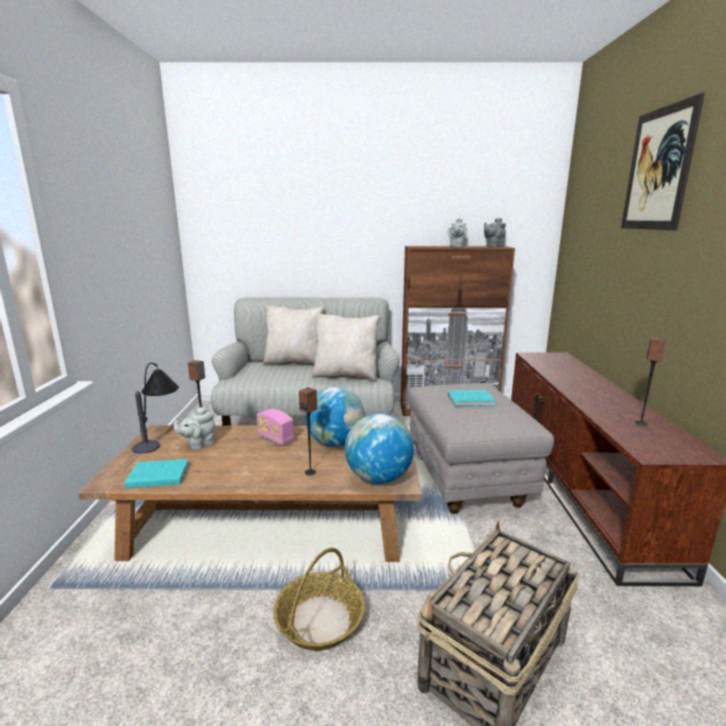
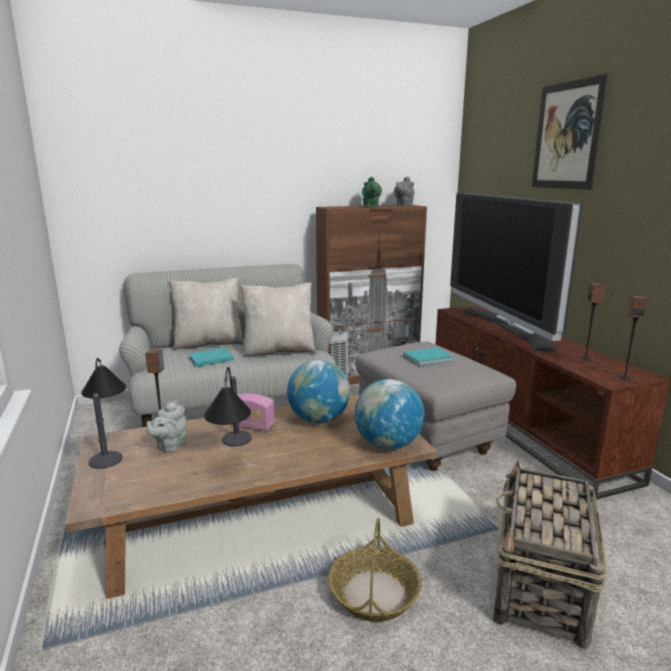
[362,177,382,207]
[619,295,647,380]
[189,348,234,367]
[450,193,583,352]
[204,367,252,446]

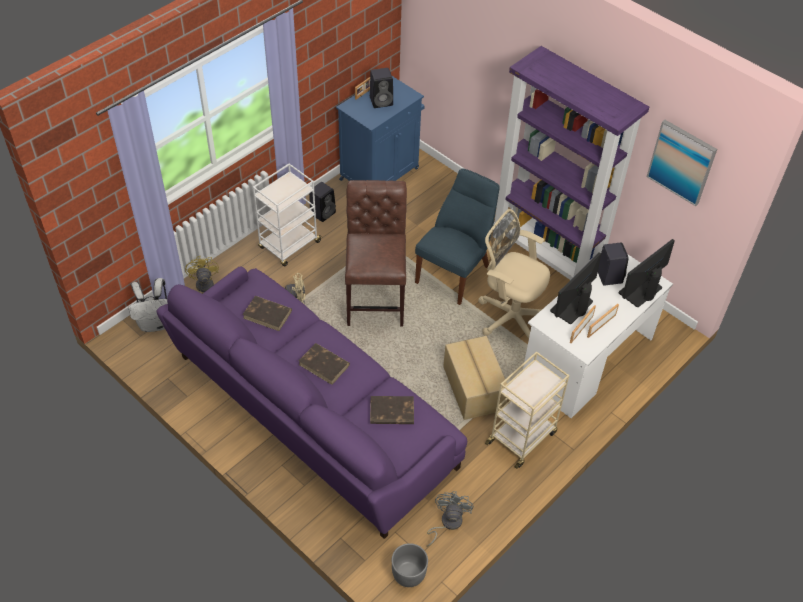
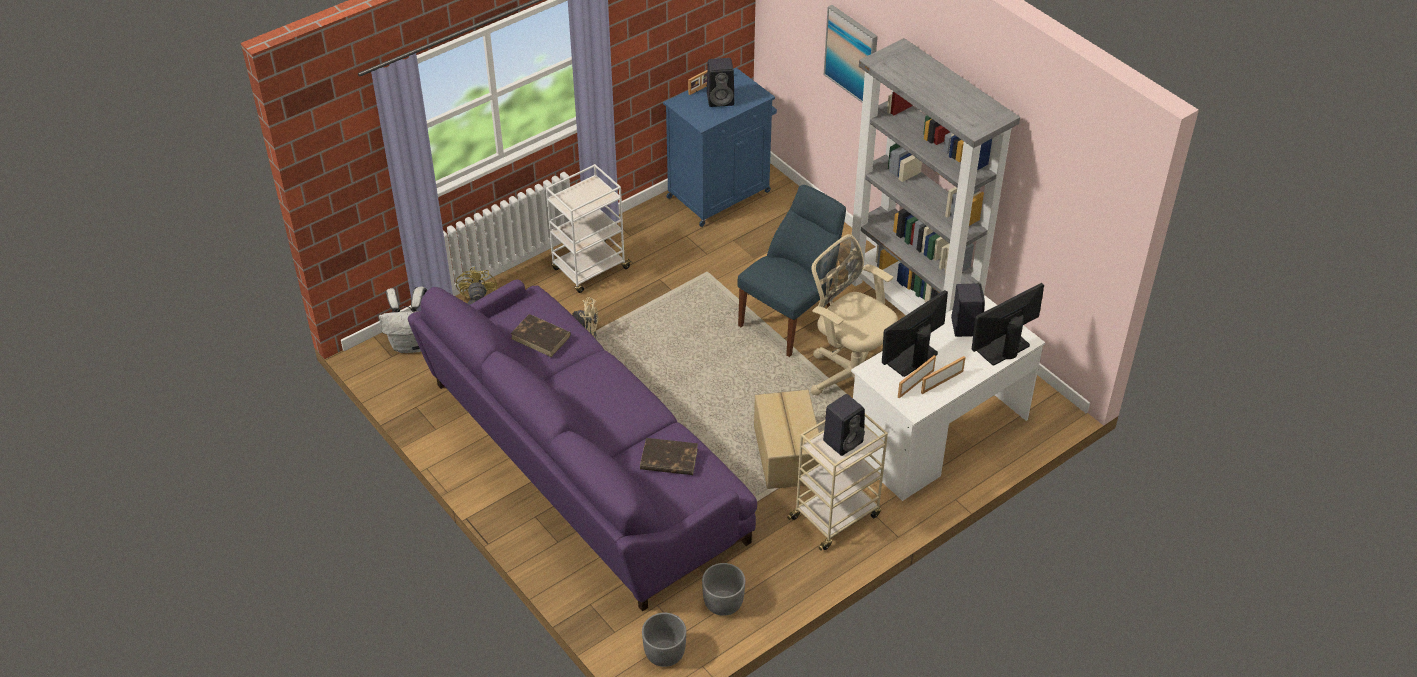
[848,38,1020,315]
[824,5,878,103]
[345,180,407,327] (first image)
[823,394,865,456]
[299,343,350,385] (first image)
[702,563,745,616]

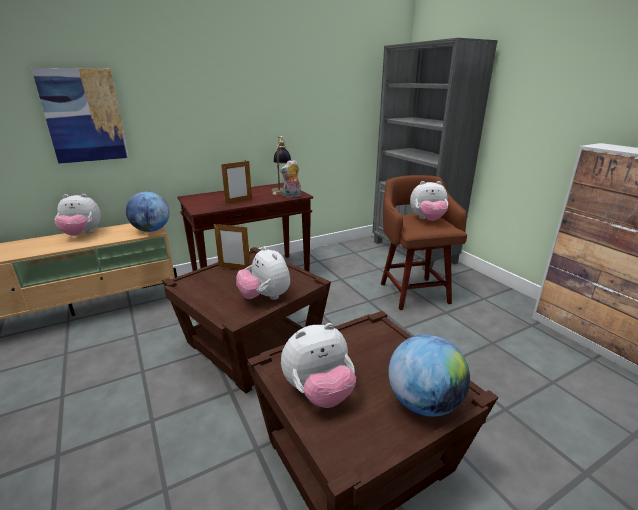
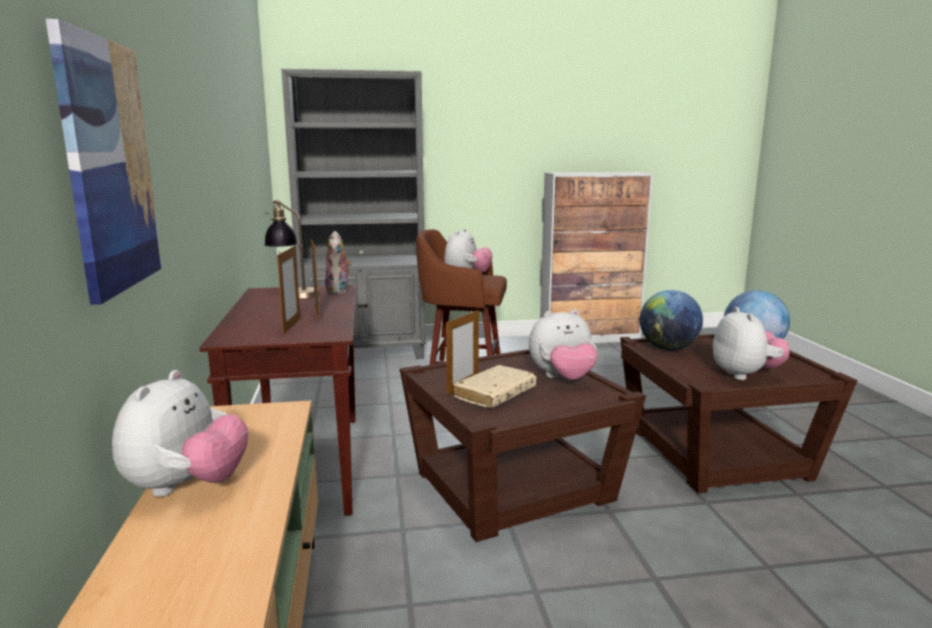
[640,290,703,350]
[277,245,300,334]
[454,365,537,408]

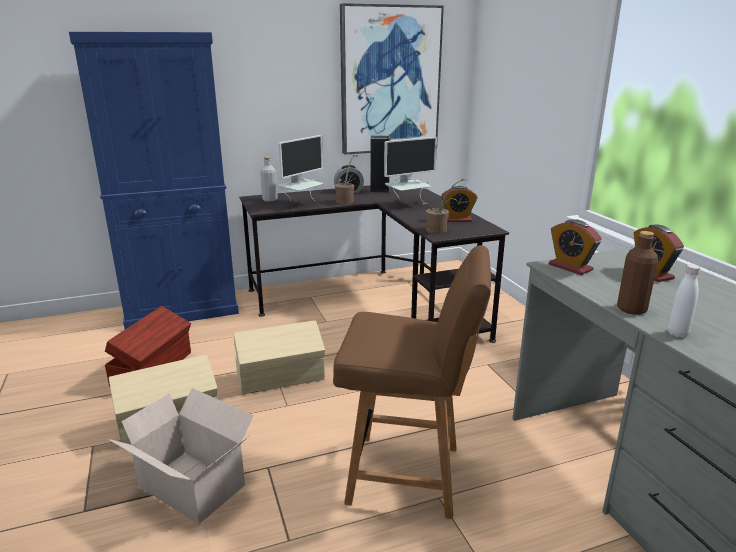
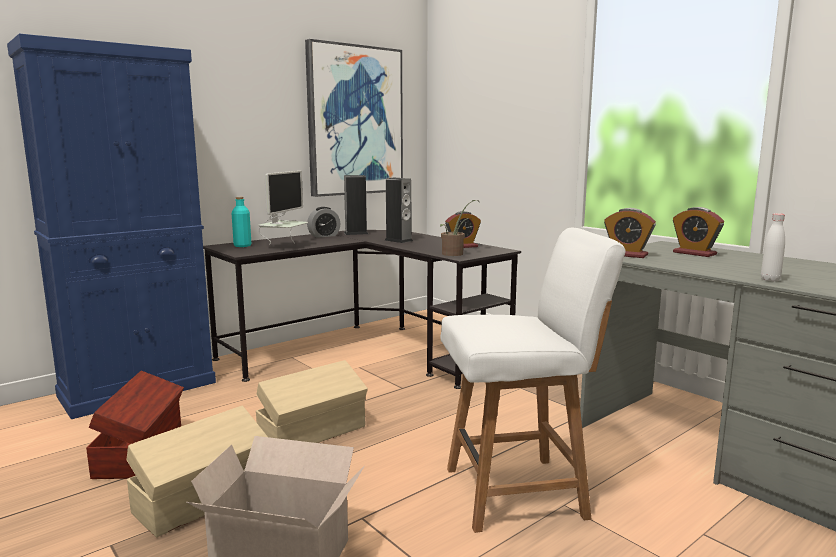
[385,178,413,243]
[335,155,361,204] (first image)
[232,197,251,247]
[617,231,658,315] (first image)
[440,228,626,533]

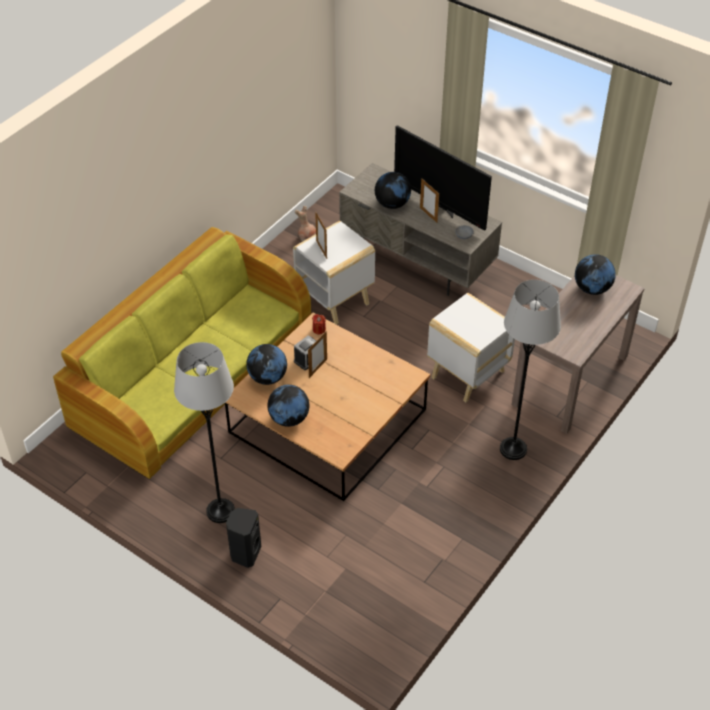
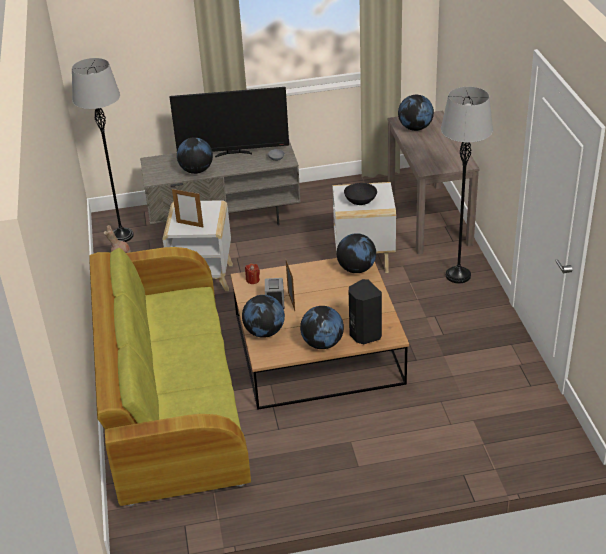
[420,178,439,223] (first image)
[72,58,134,242]
[349,279,382,344]
[344,183,377,205]
[336,233,376,273]

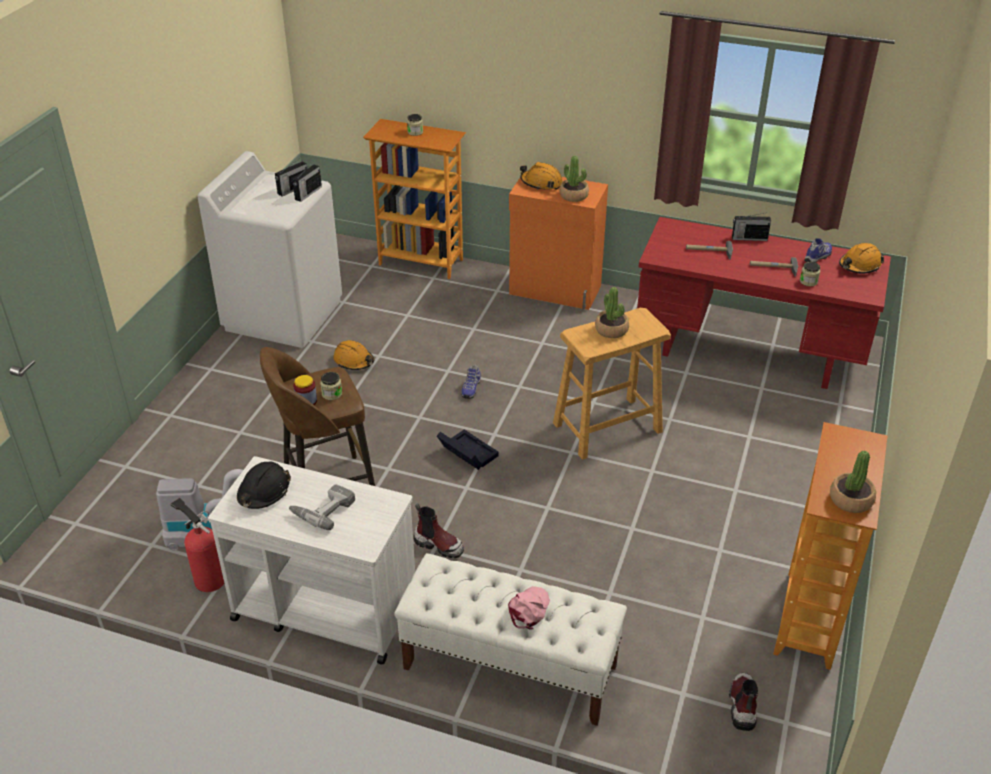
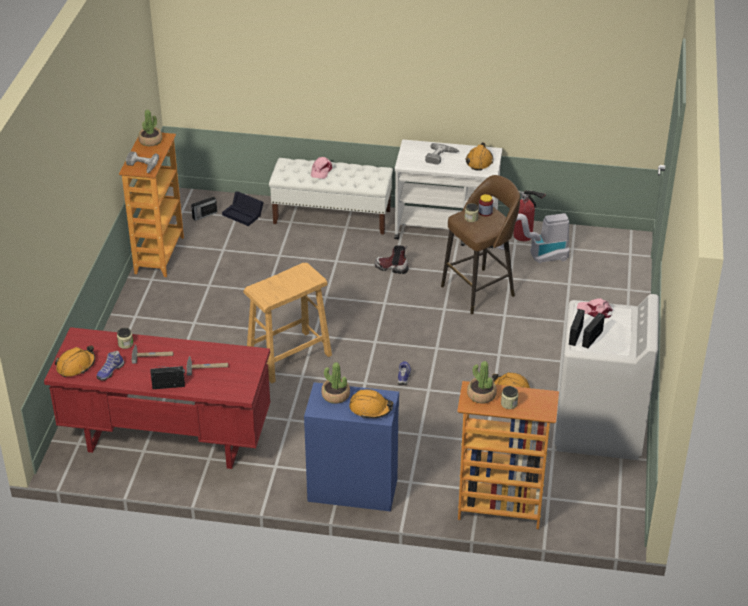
[304,382,399,512]
[467,361,497,404]
[222,191,264,226]
[465,142,493,171]
[191,197,217,221]
[126,151,159,173]
[577,298,613,318]

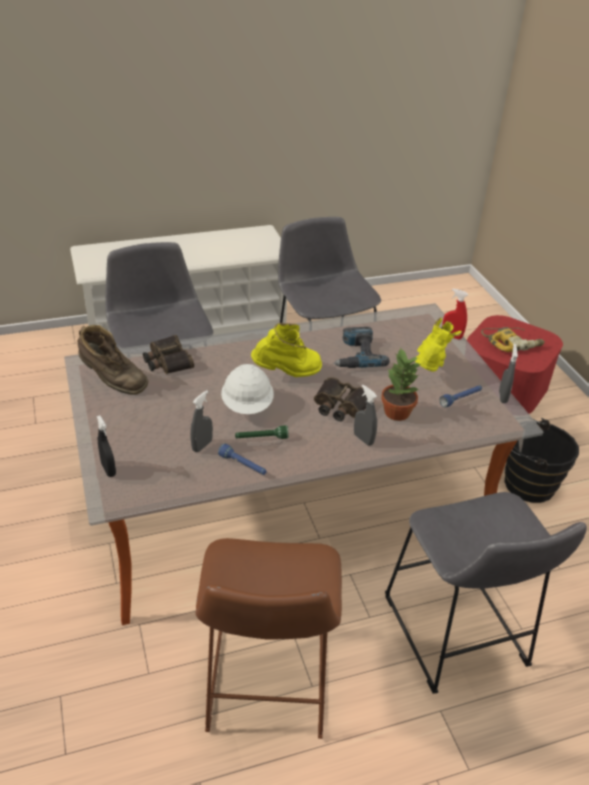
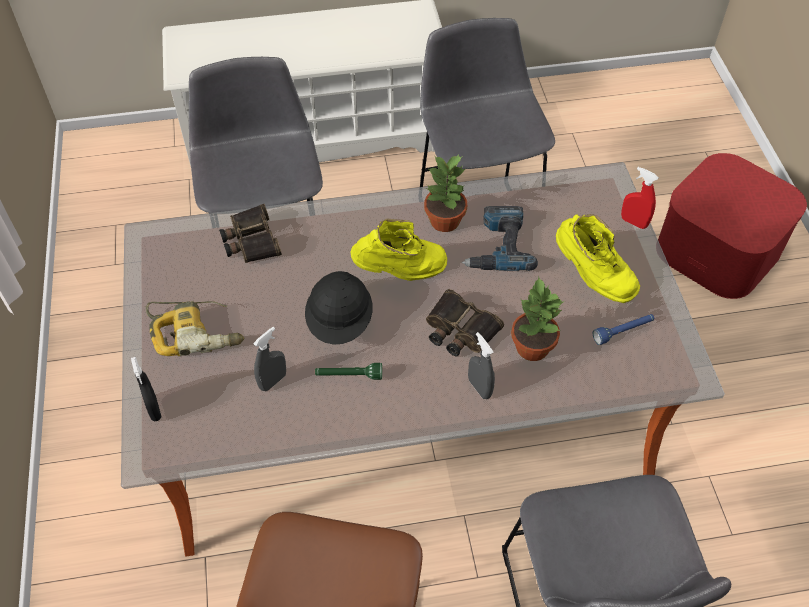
[556,214,640,303]
[78,325,148,395] (first image)
[146,301,244,356]
[499,344,518,403] (first image)
[305,271,373,345]
[505,418,579,503] (first image)
[218,443,267,475] (first image)
[424,155,467,232]

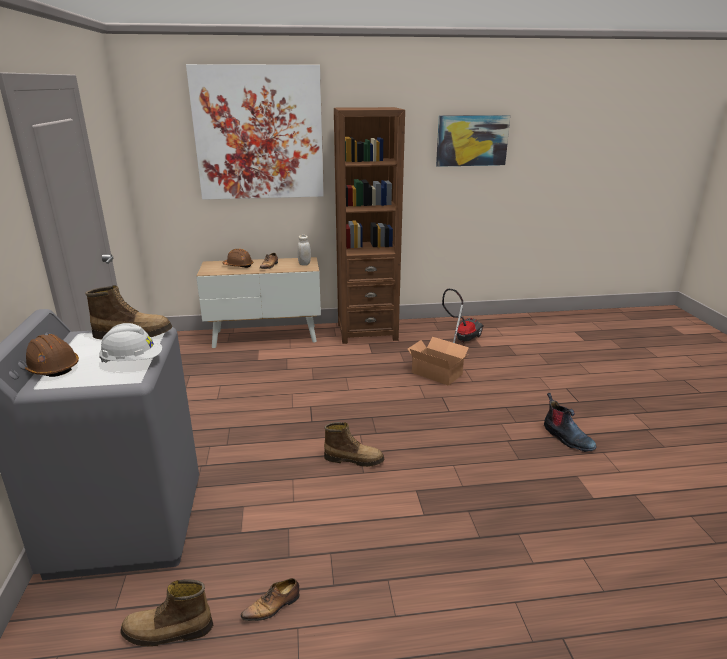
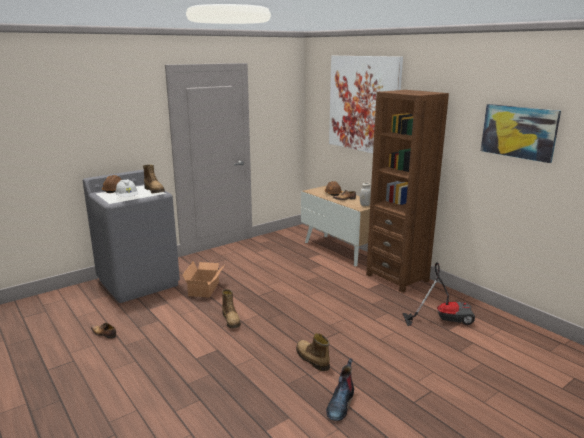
[182,261,224,298]
[296,333,330,371]

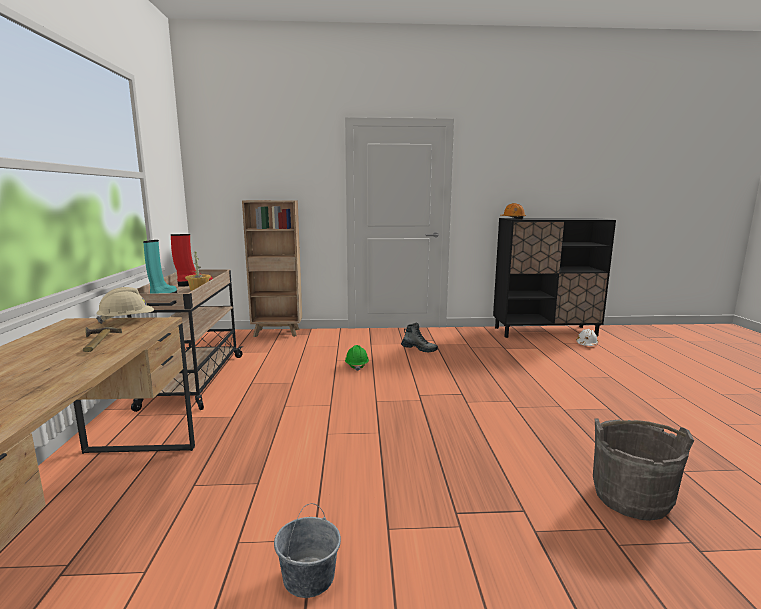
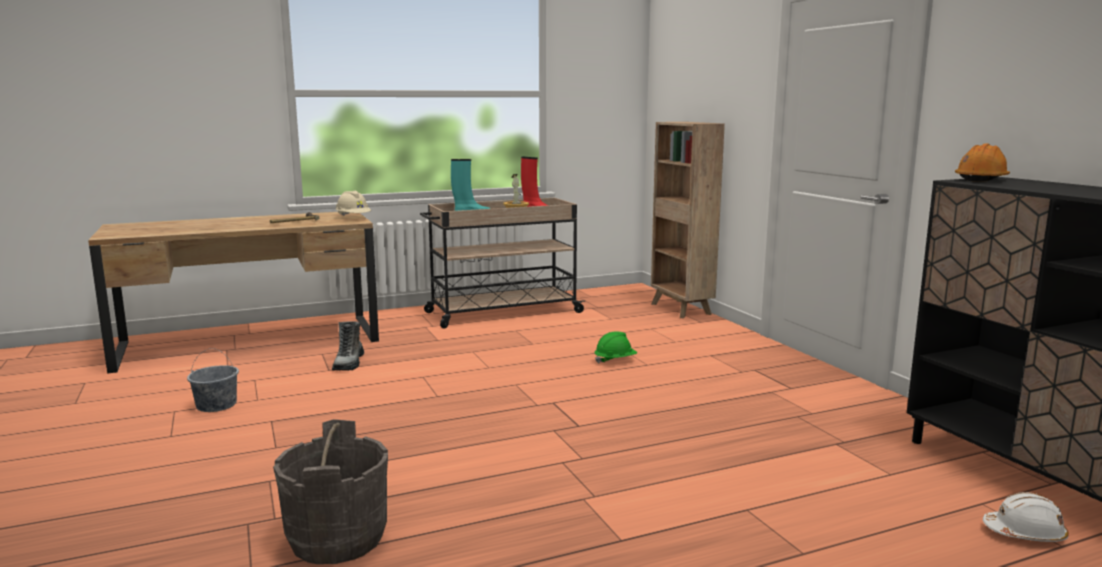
[332,321,364,371]

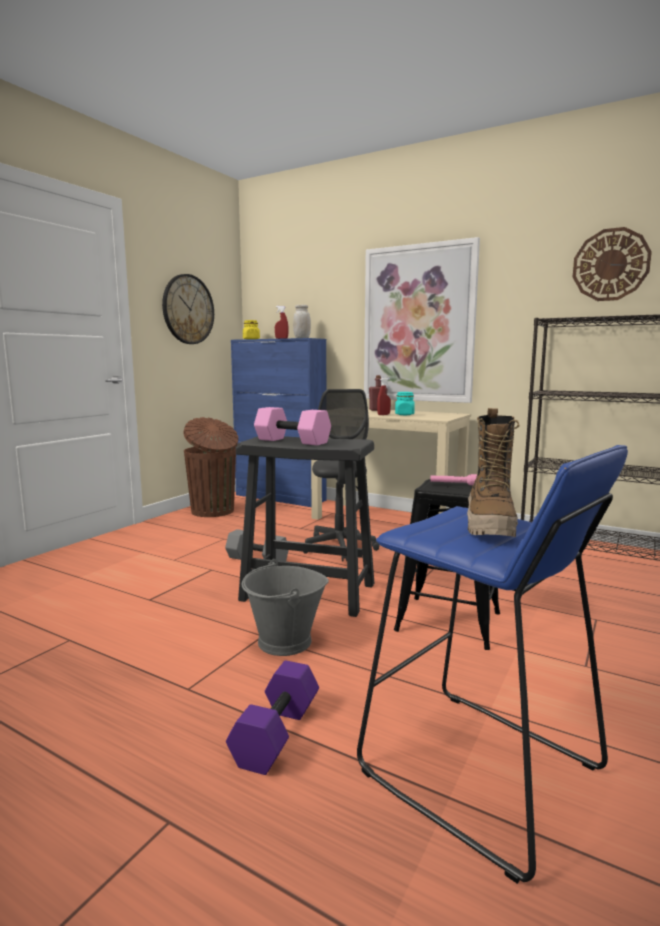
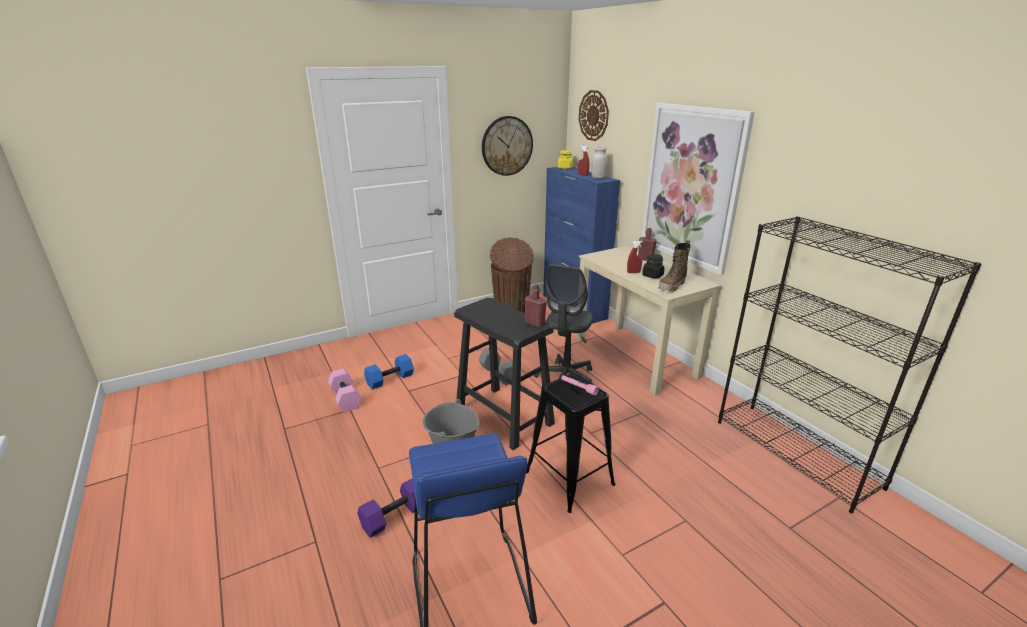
[579,90,609,141]
[642,254,665,279]
[328,369,361,412]
[659,240,691,292]
[525,284,547,328]
[364,354,414,390]

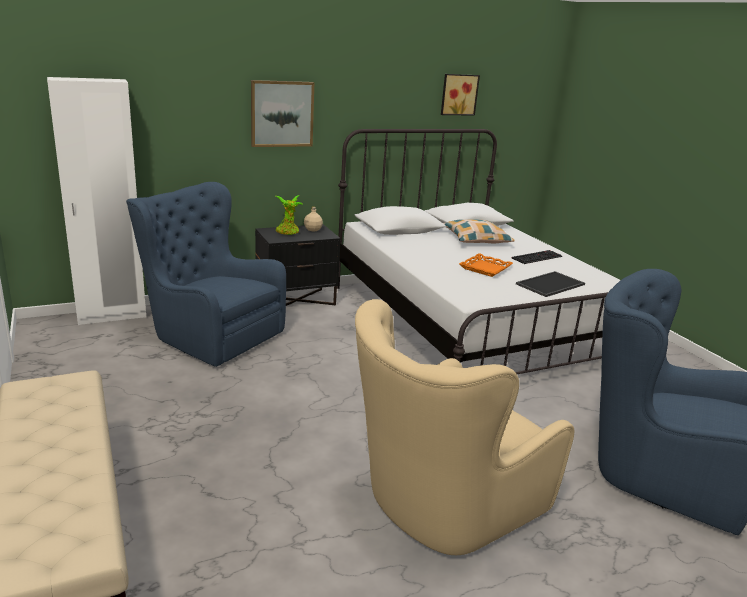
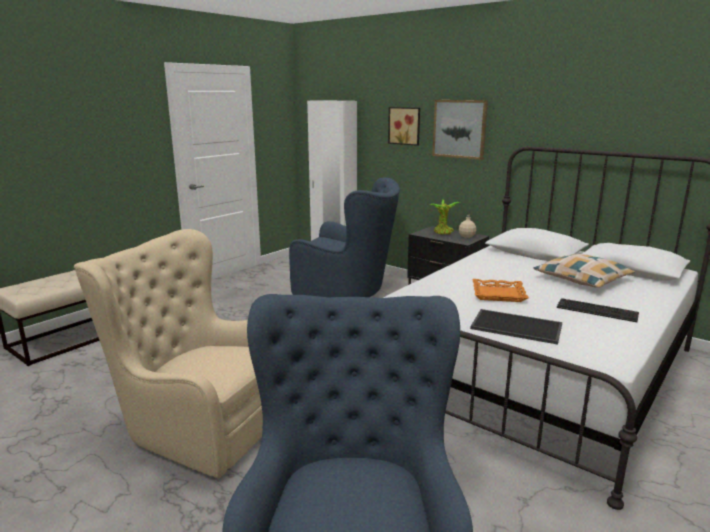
[388,107,420,146]
[289,178,400,298]

